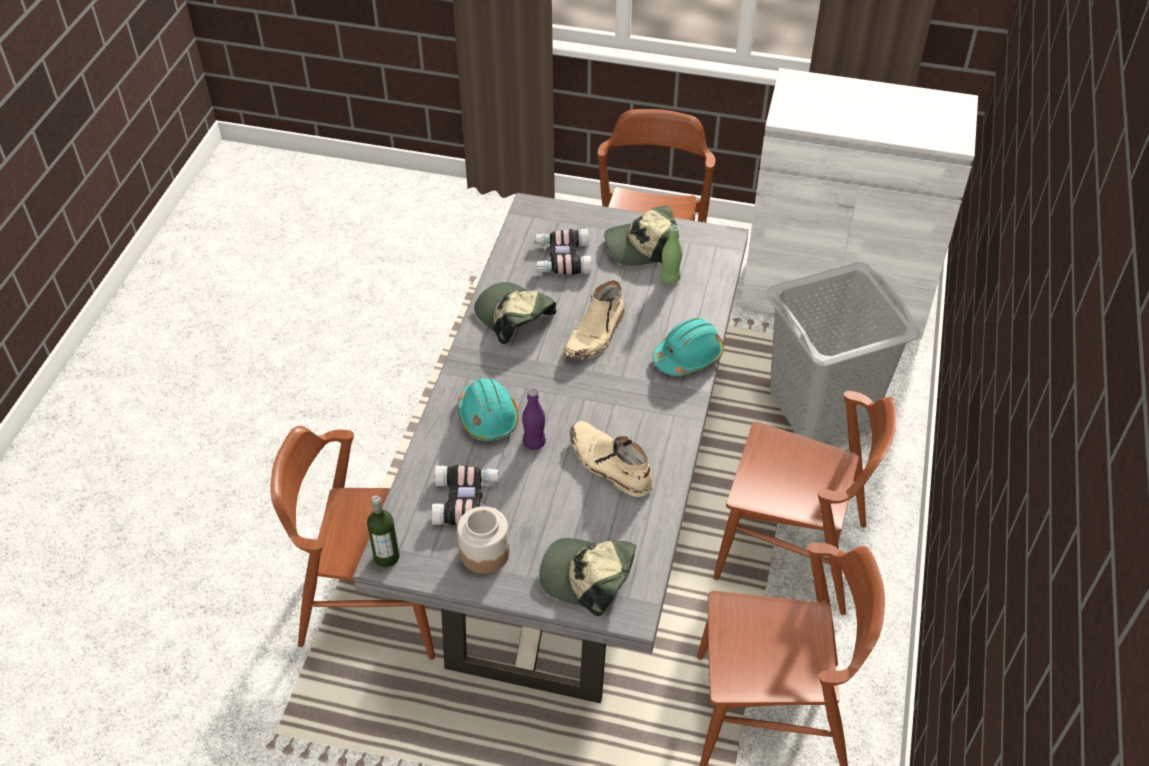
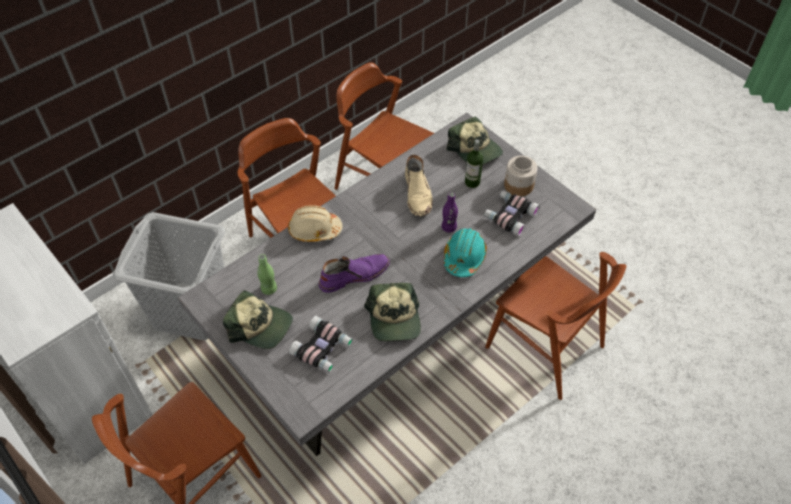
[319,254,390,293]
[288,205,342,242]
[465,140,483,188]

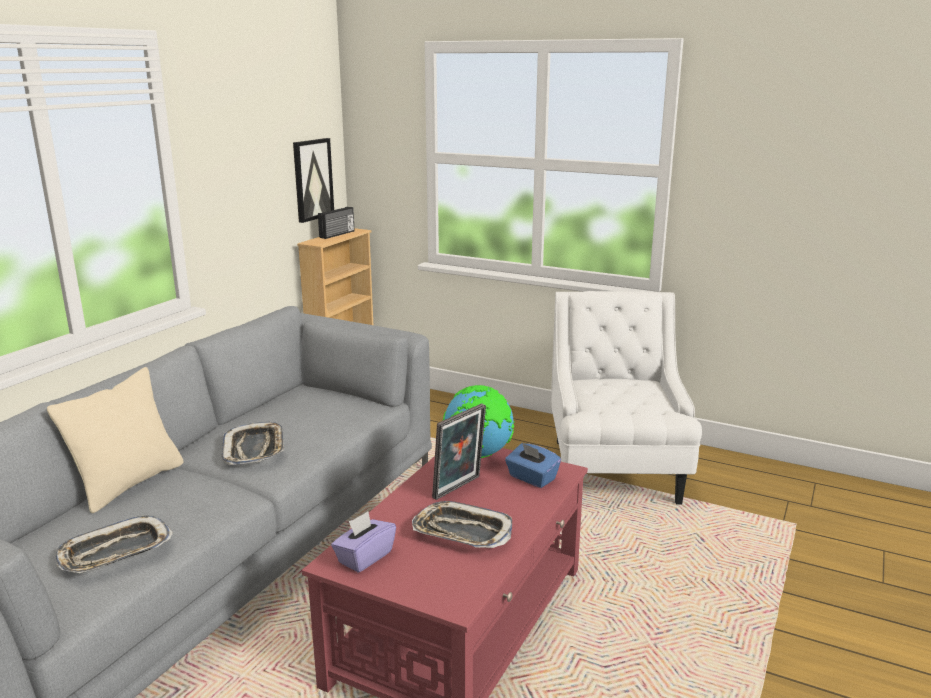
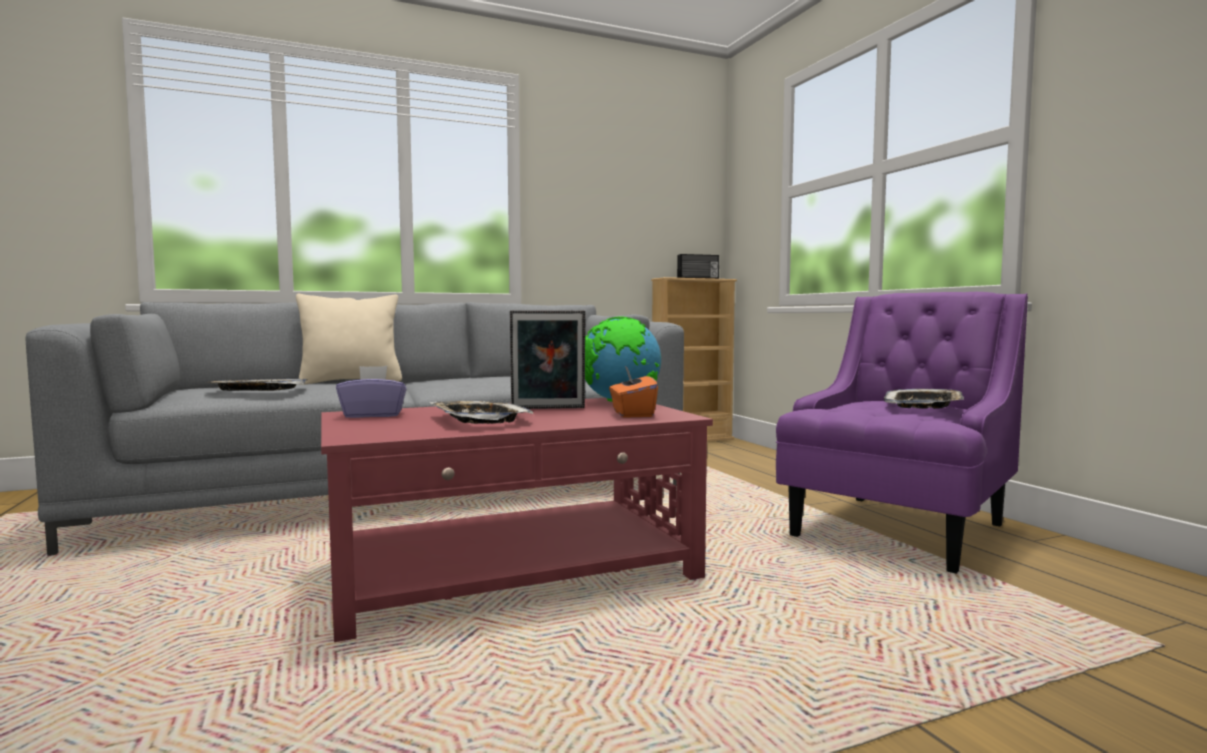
[293,138,334,223] (first image)
[776,292,1028,574]
[884,389,964,409]
[609,366,658,418]

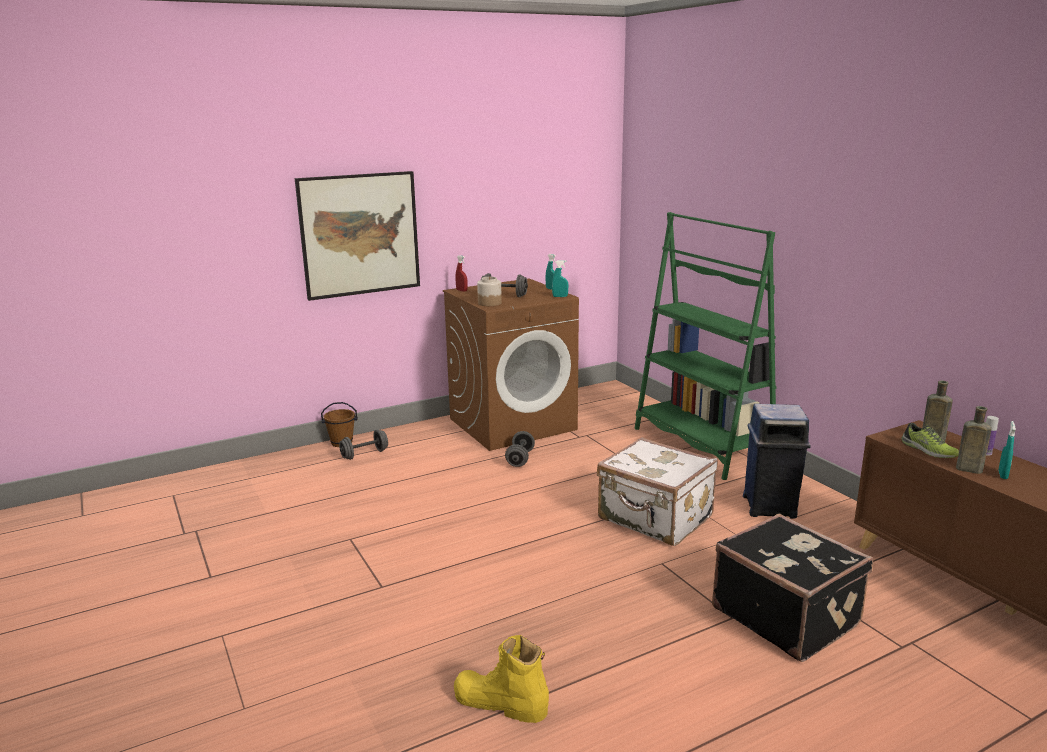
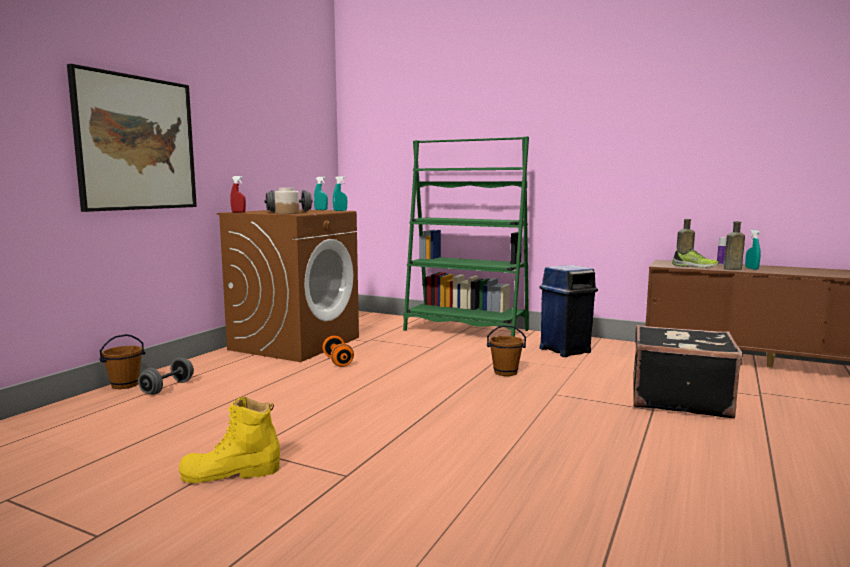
[322,336,354,367]
[487,325,526,376]
[179,397,280,483]

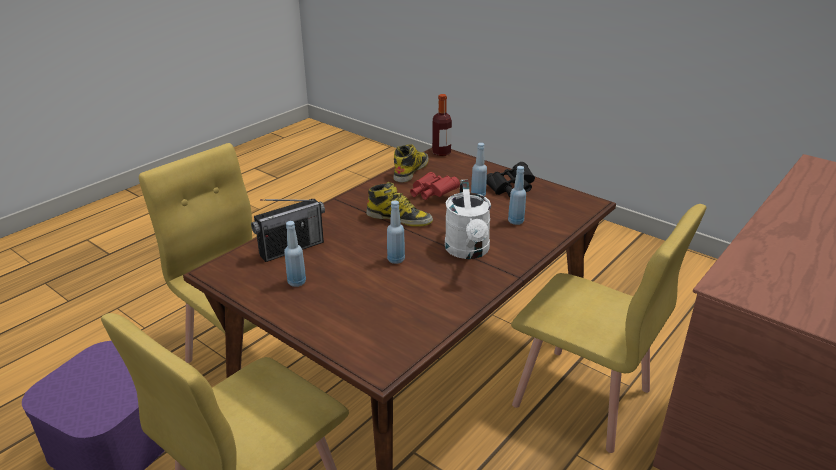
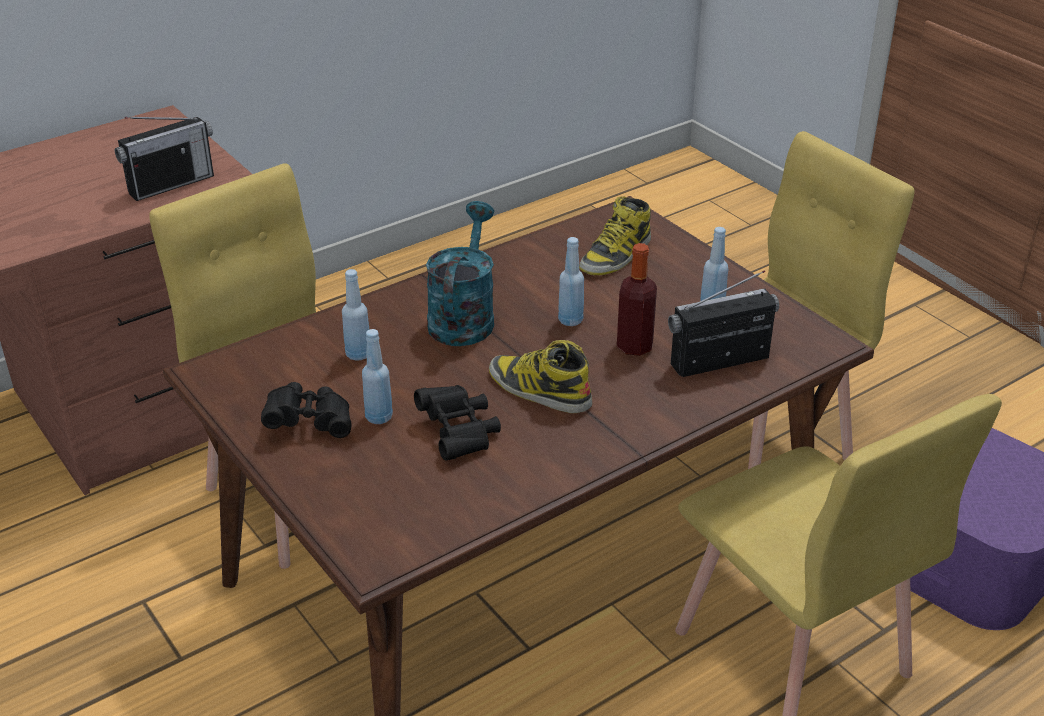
[617,243,657,356]
[579,197,651,275]
[414,385,501,460]
[426,201,494,346]
[115,117,214,201]

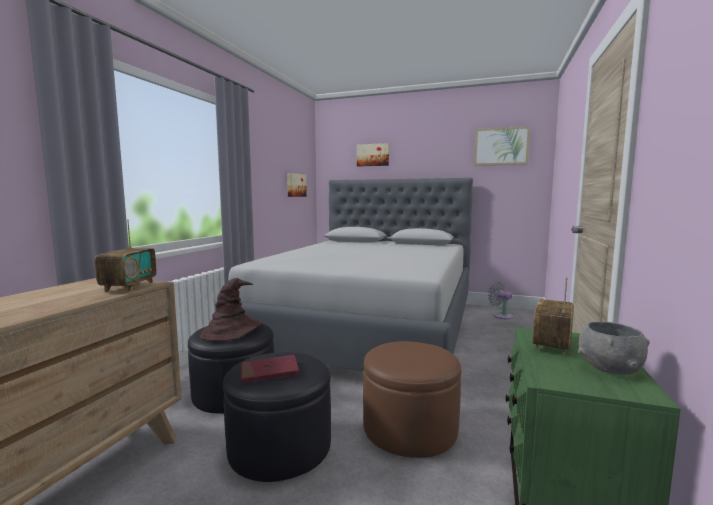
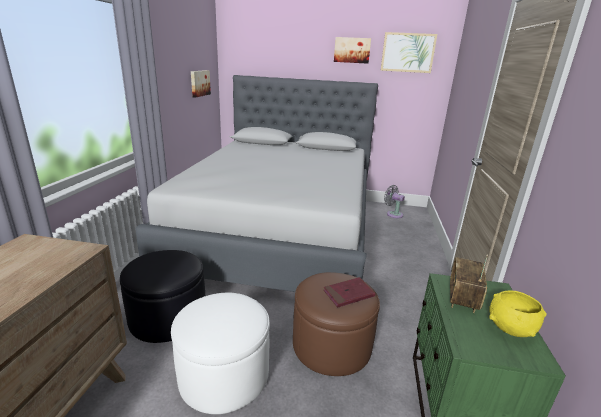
[334,37,371,64]
[95,220,157,292] (first image)
[200,278,263,341] (first image)
[489,290,547,337]
[171,293,270,414]
[323,277,375,308]

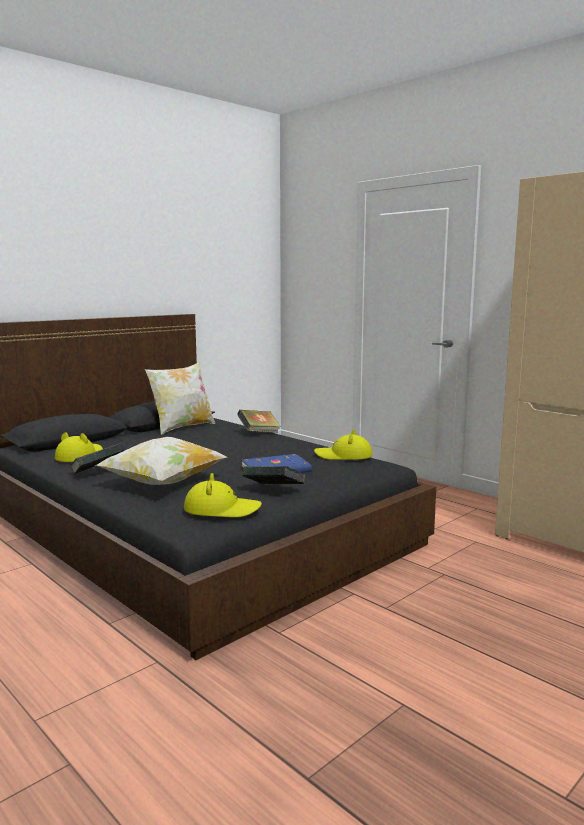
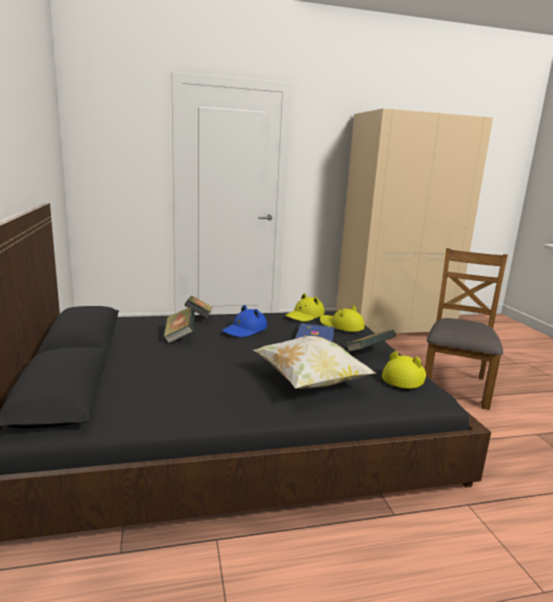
[145,362,215,435] (first image)
[320,305,365,332]
[164,307,195,344]
[425,248,508,410]
[222,305,267,337]

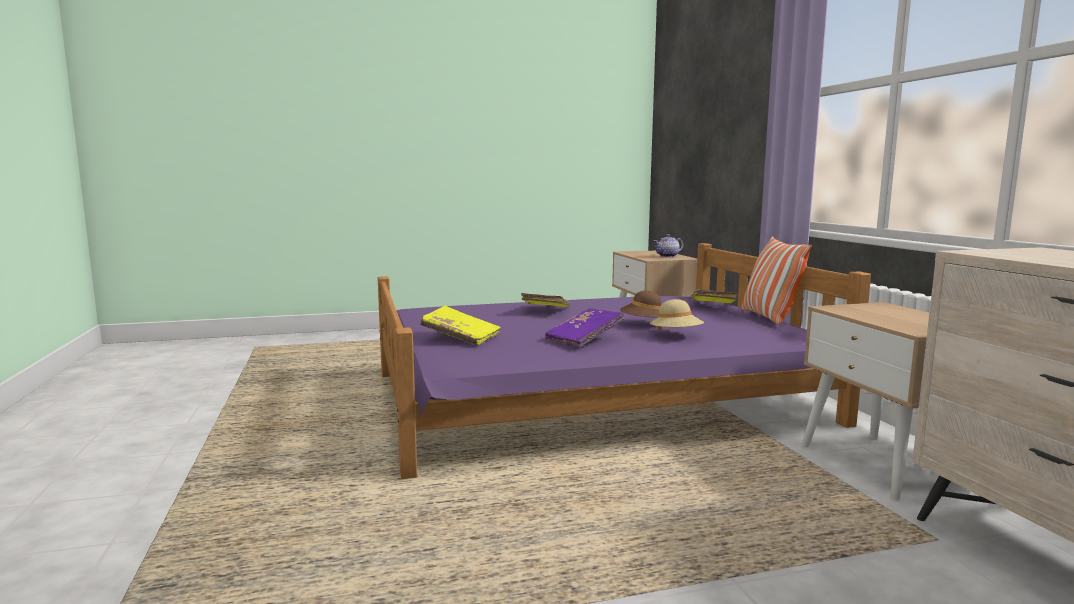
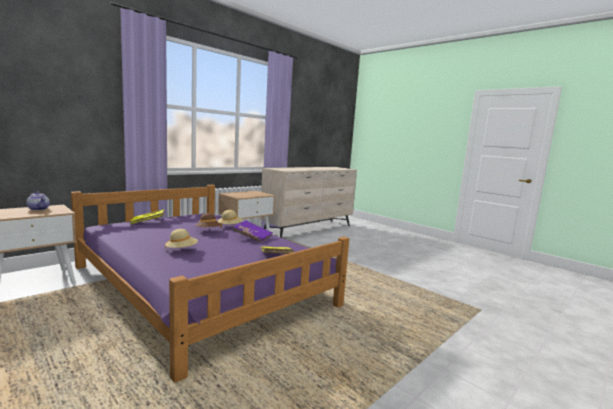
[742,236,812,325] (first image)
[165,229,198,250]

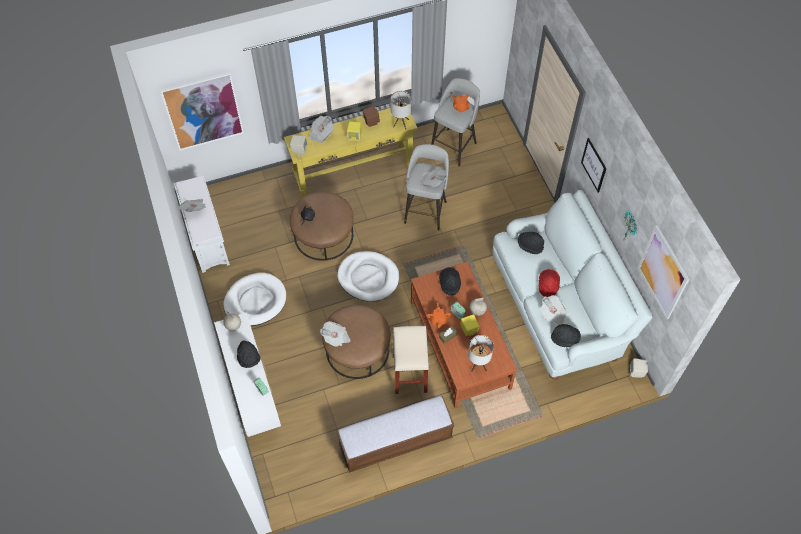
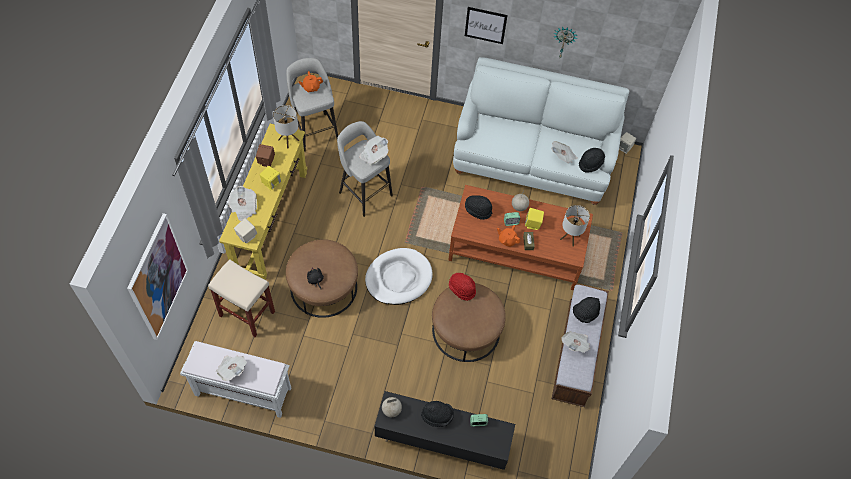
[638,225,689,319] (first image)
[573,297,600,323]
[449,273,476,301]
[224,273,286,326] (first image)
[374,391,515,470]
[561,331,590,353]
[208,259,275,337]

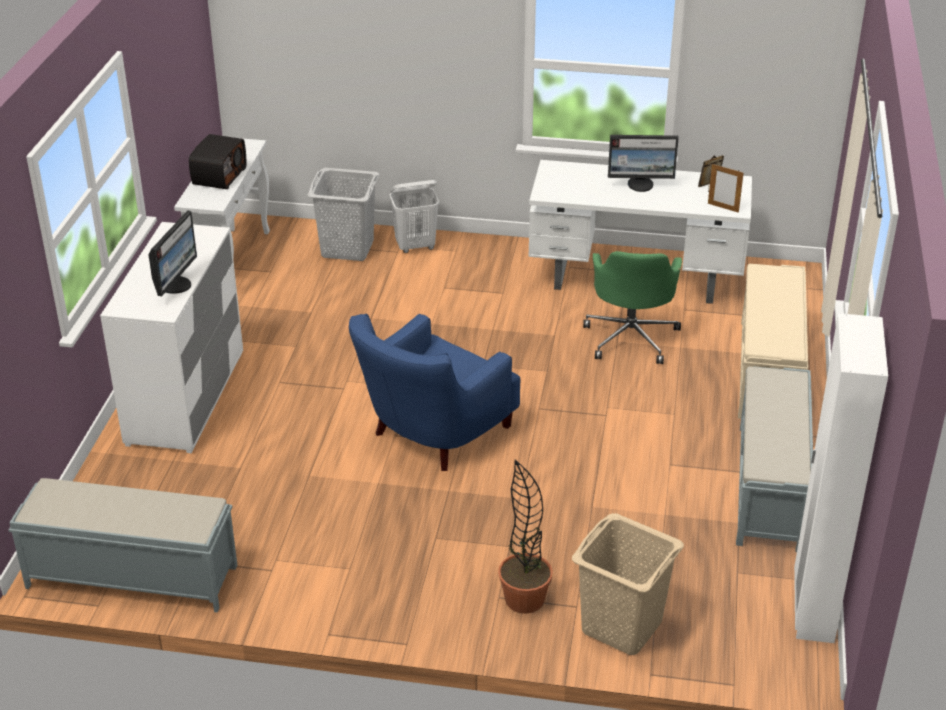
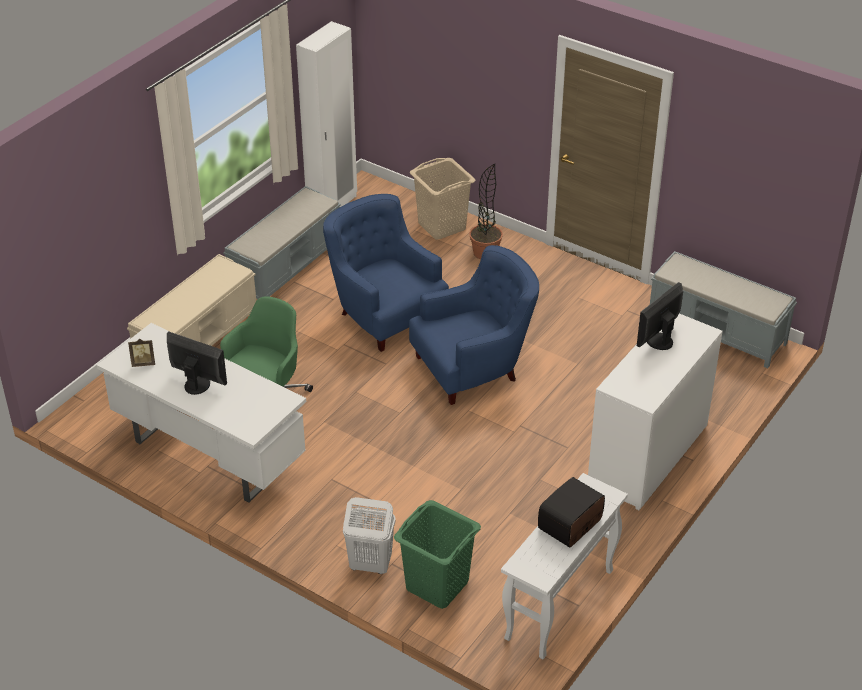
[708,164,744,213] (first image)
[394,500,481,609]
[323,194,449,352]

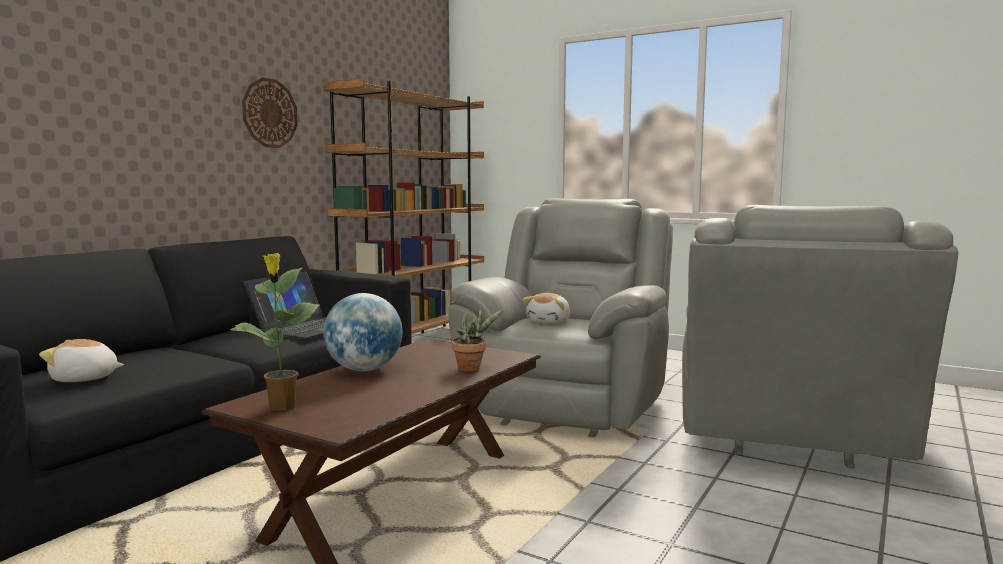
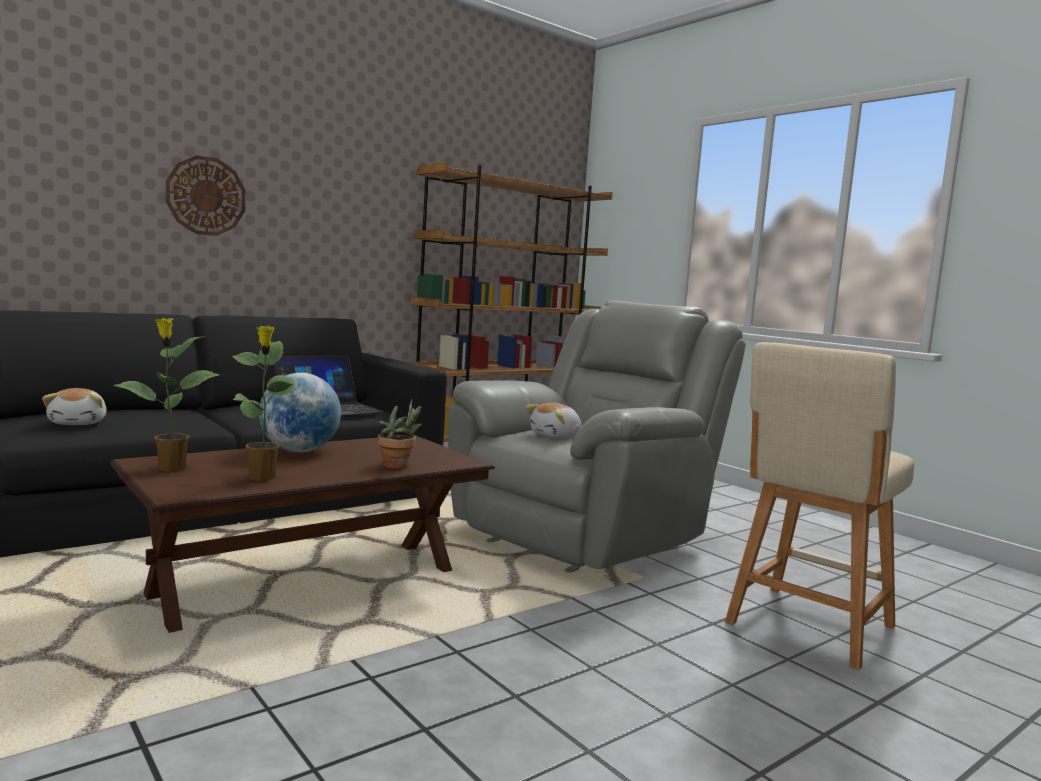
[166,155,246,236]
[725,342,914,670]
[42,388,107,425]
[232,325,296,481]

